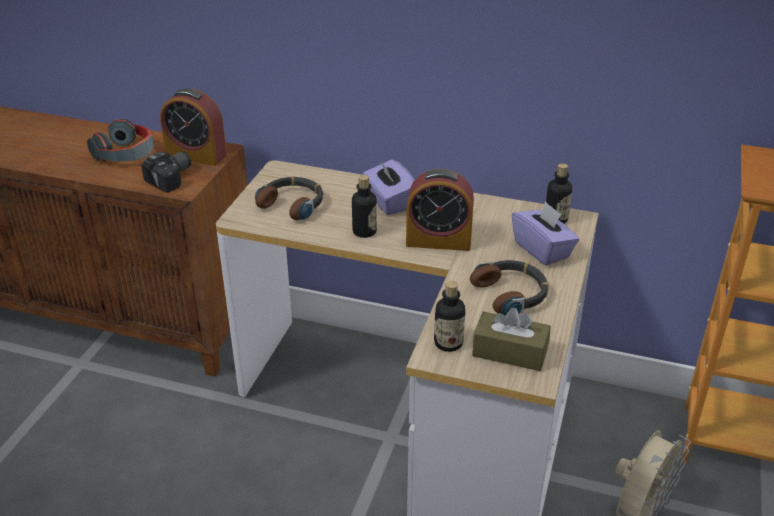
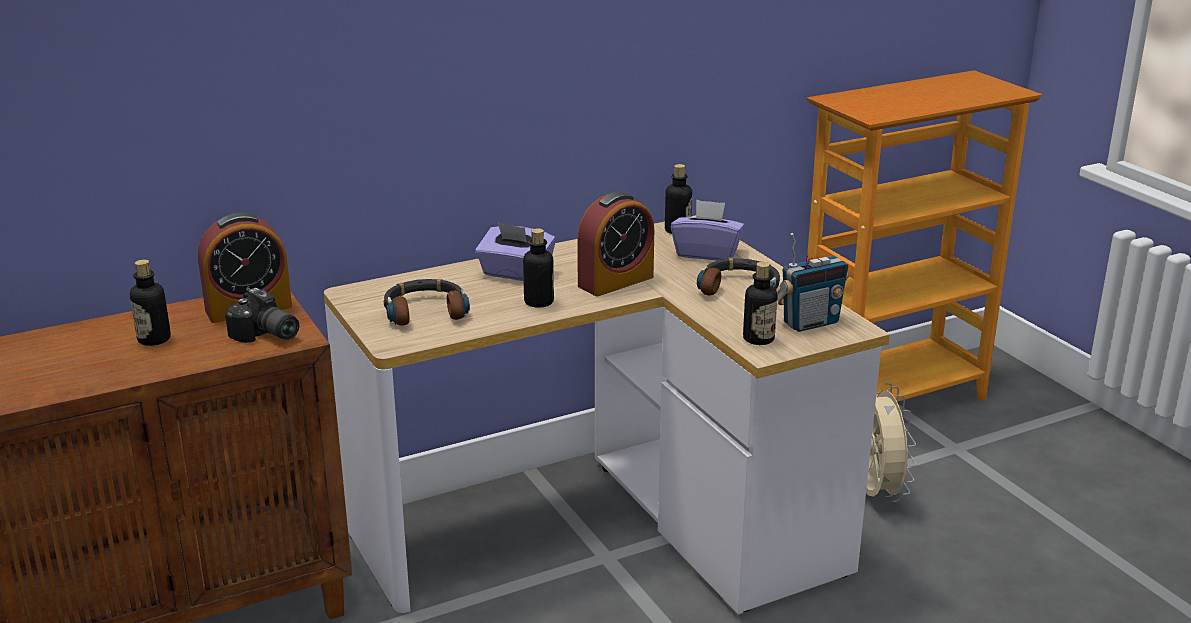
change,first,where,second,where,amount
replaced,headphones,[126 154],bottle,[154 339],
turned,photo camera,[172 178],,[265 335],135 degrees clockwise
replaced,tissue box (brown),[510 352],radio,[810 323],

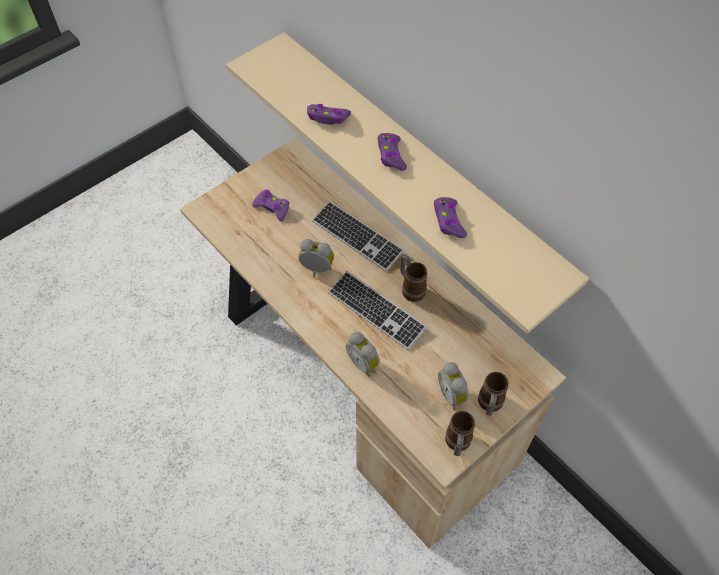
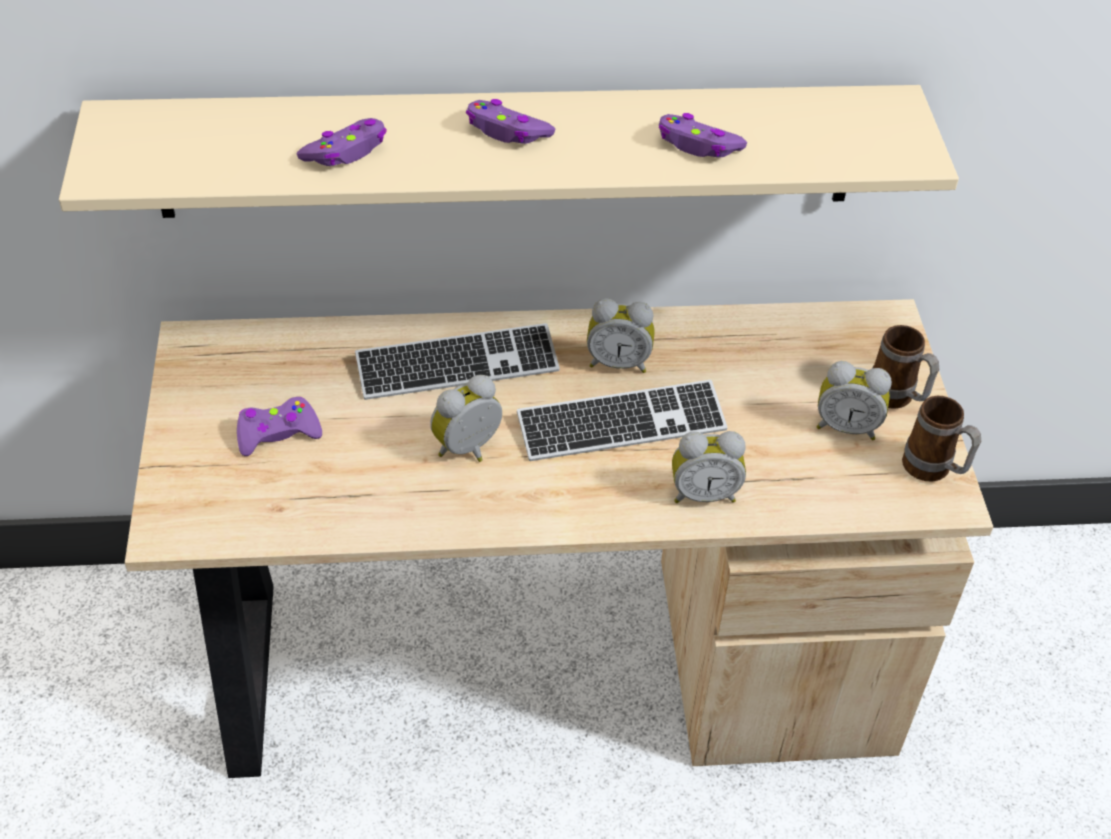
change,first,where,second,where,amount
replaced,mug,[411 288],alarm clock,[618 362],

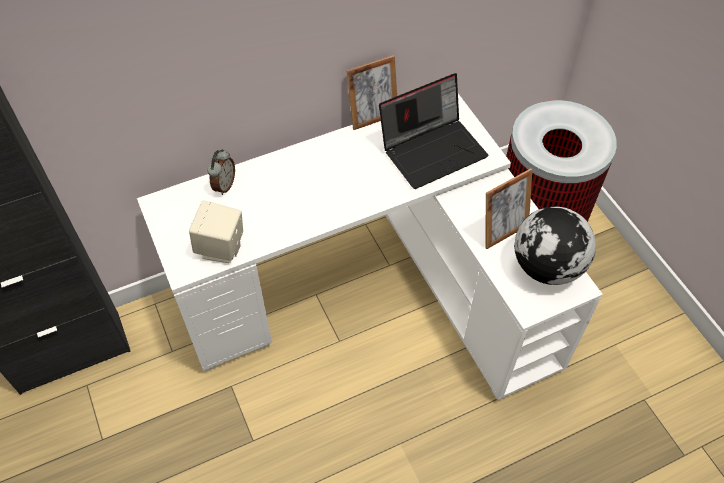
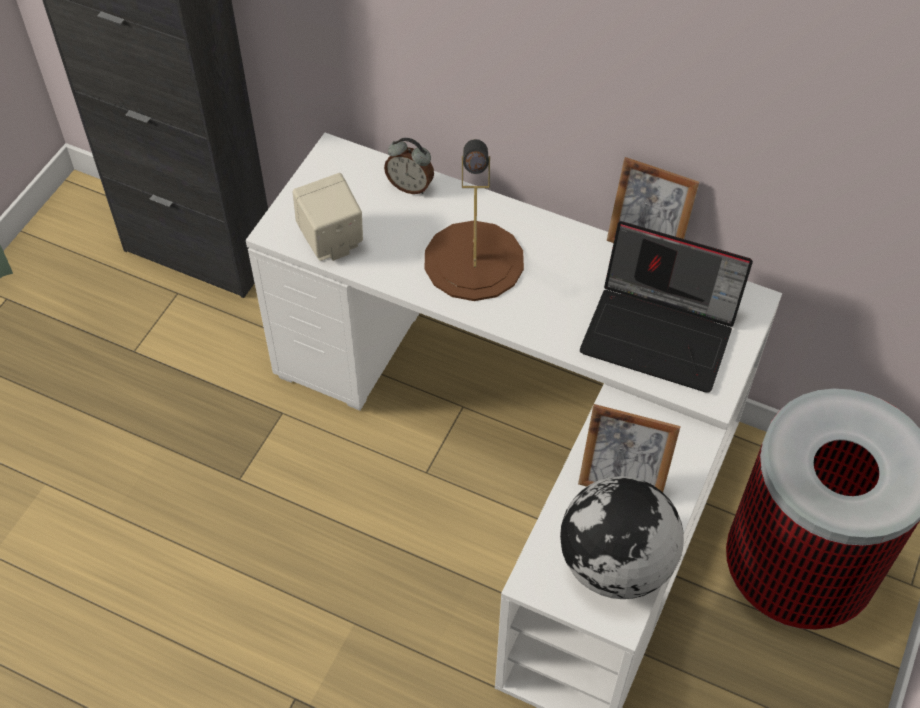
change,first,where,second,where,amount
turned,alarm clock,[224 185],,[410 186],45 degrees clockwise
added,,,table lamp (brown),[473 260],

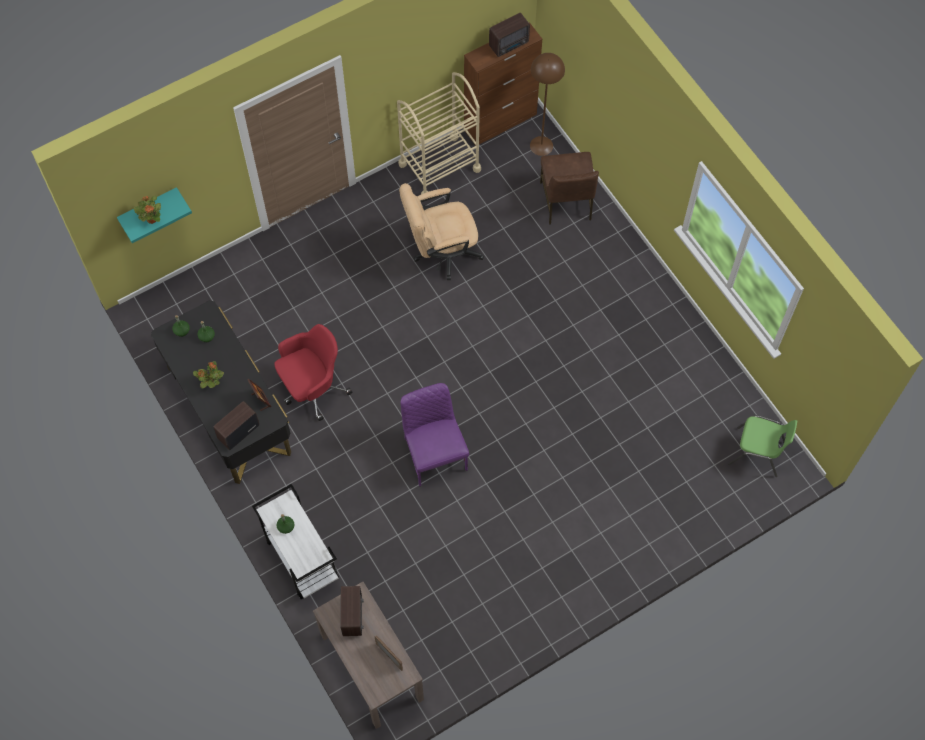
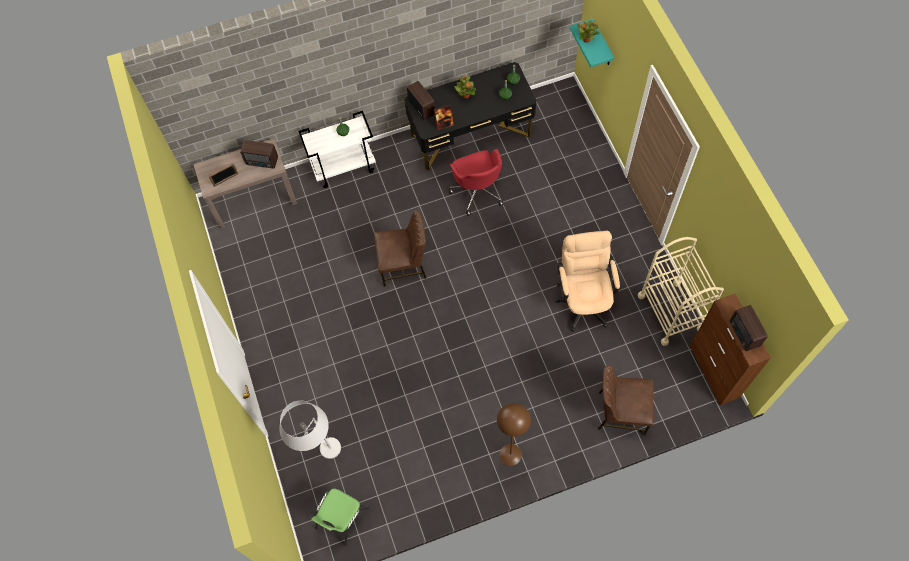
change,first,where,second,where,amount
added,,,floor lamp (white),[323 458],
recoloured,chair (purple),[434 453],chair (brown),[404 265],
moved,floor lamp (brown),[541 145],,[510 454],

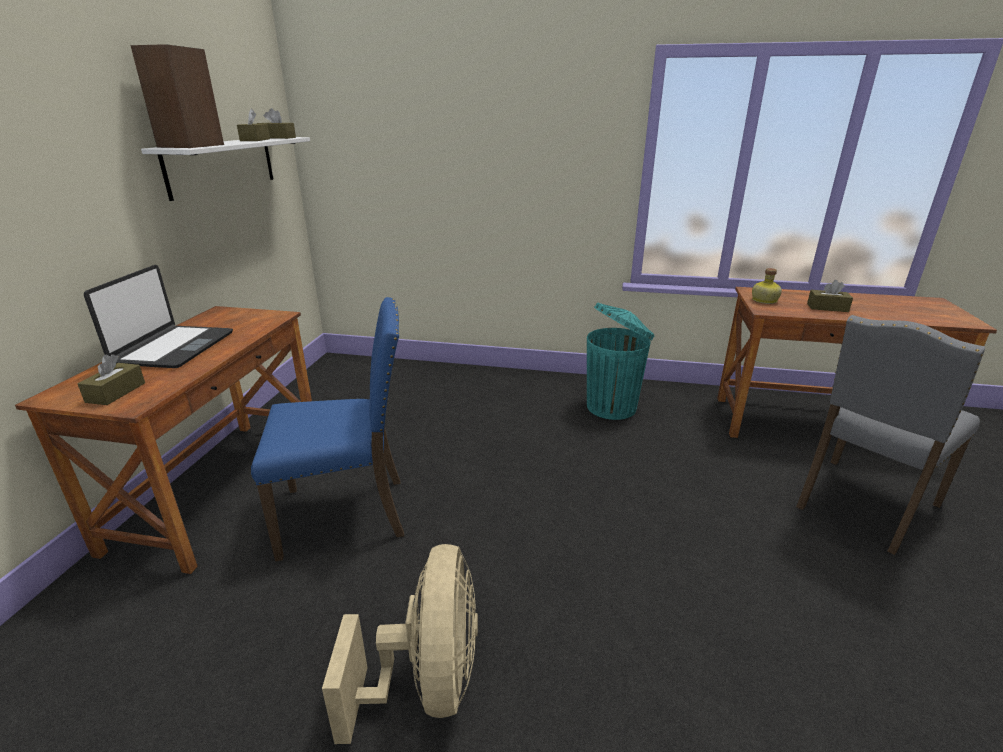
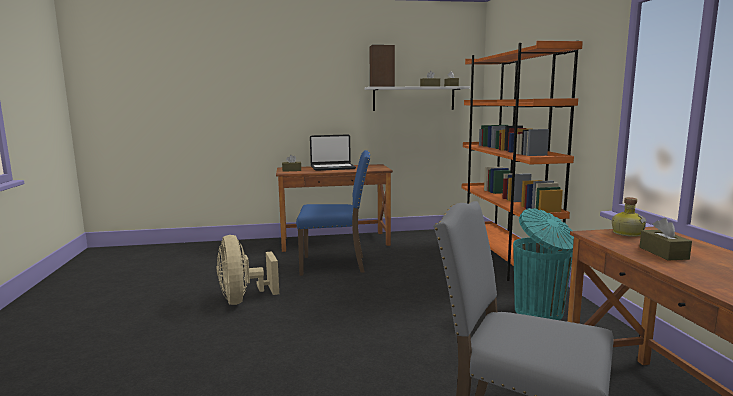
change,first,where,second,where,amount
turned,fan (beige),[427 682],,[243 299],90 degrees clockwise
turned,chair (blue),[347 513],,[335 265],60 degrees counterclockwise
added,,,bookcase (orange),[505 261],

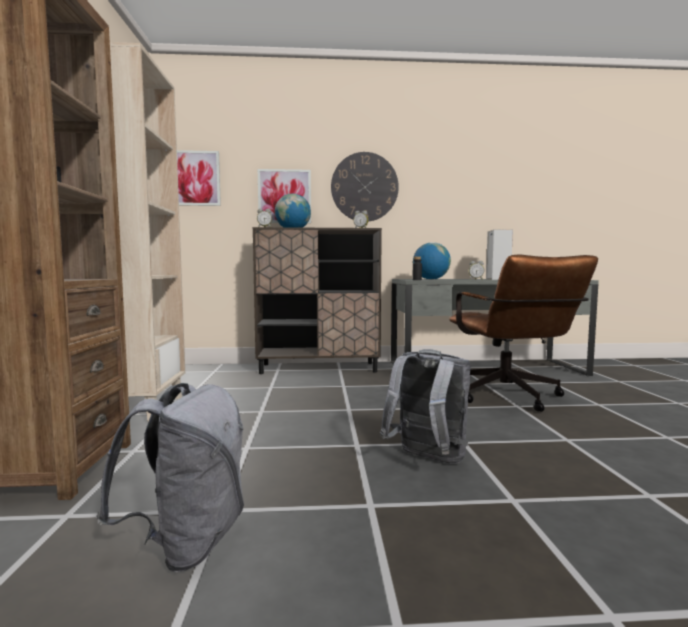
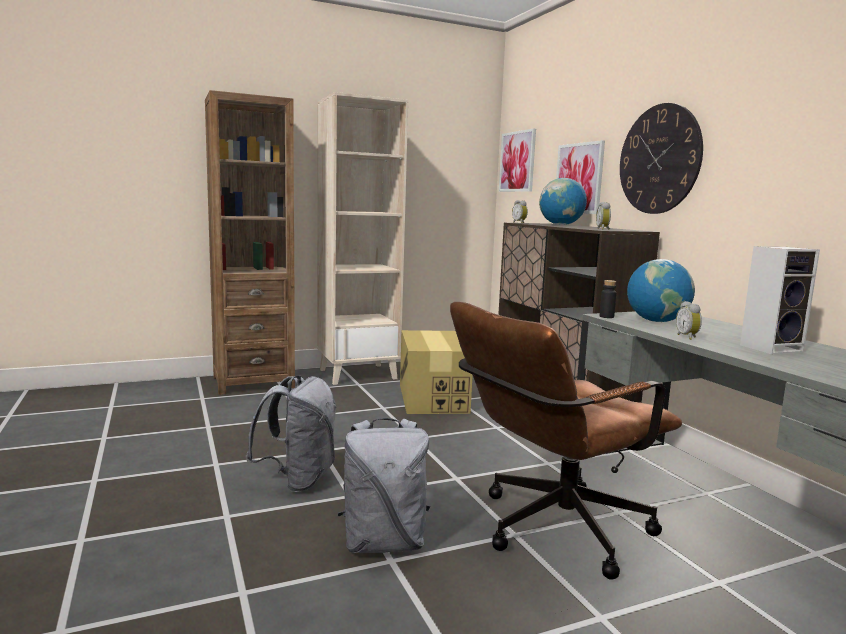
change,first,where,second,where,amount
moved,backpack (grey),[187 543],,[384 543],
added,,,cardboard box,[432 398],

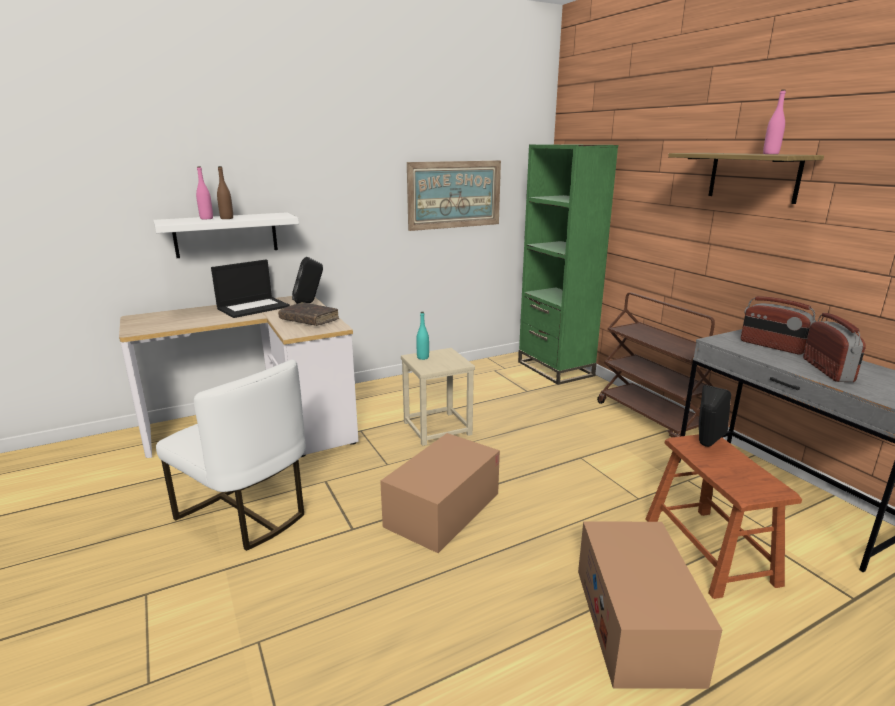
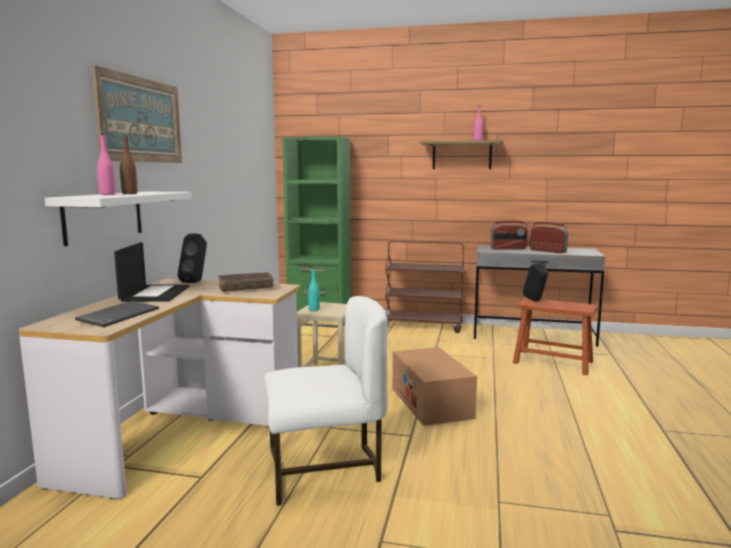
change,first,where,second,where,amount
added,,,keyboard,[118 315],
moved,picture,[454 194],,[141 120],
removed,cardboard box,[635 623],,,

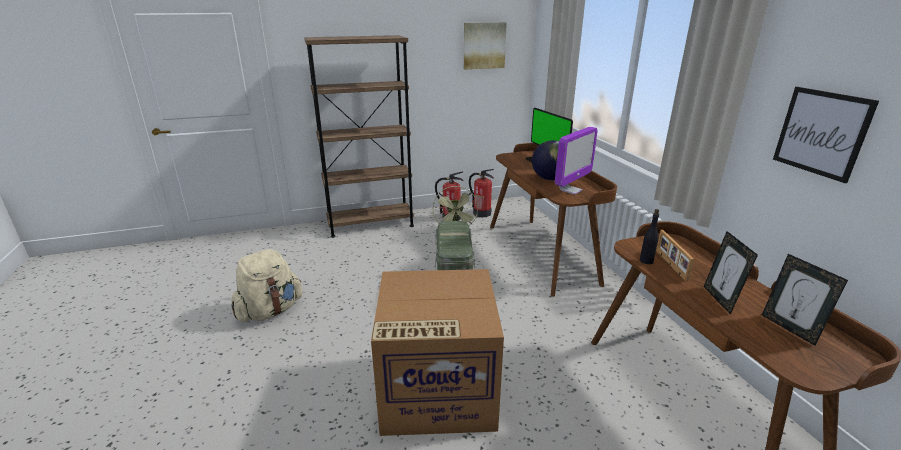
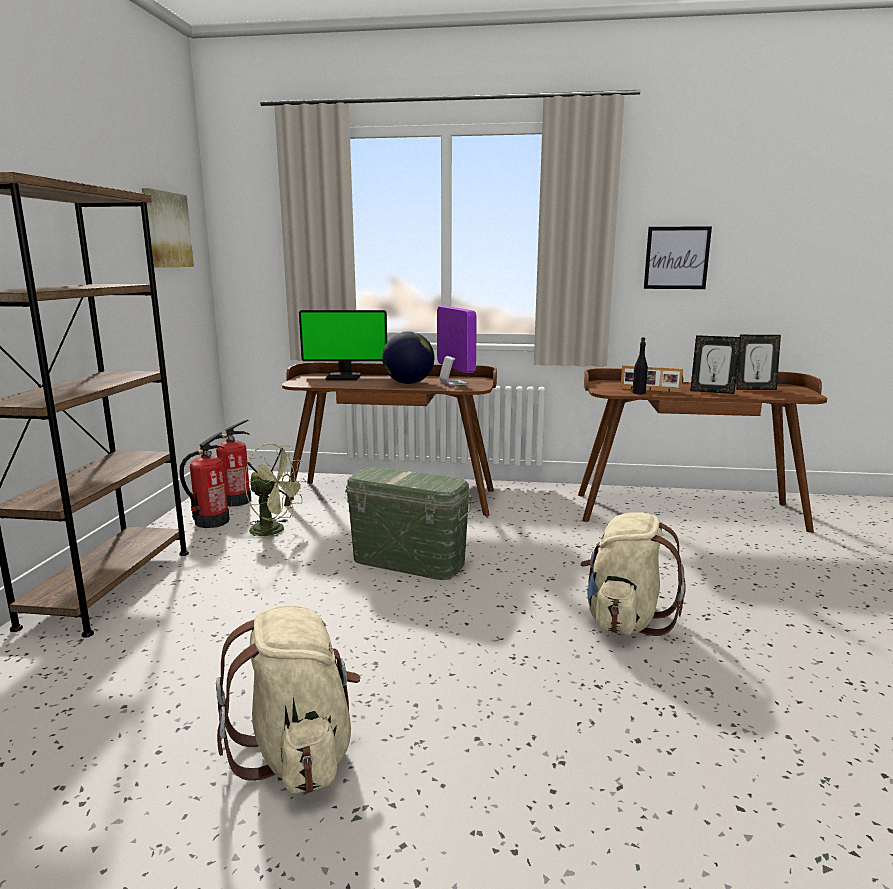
change,first,where,second,where,amount
replaced,cardboard box,[436 390],backpack (beige),[625 620],

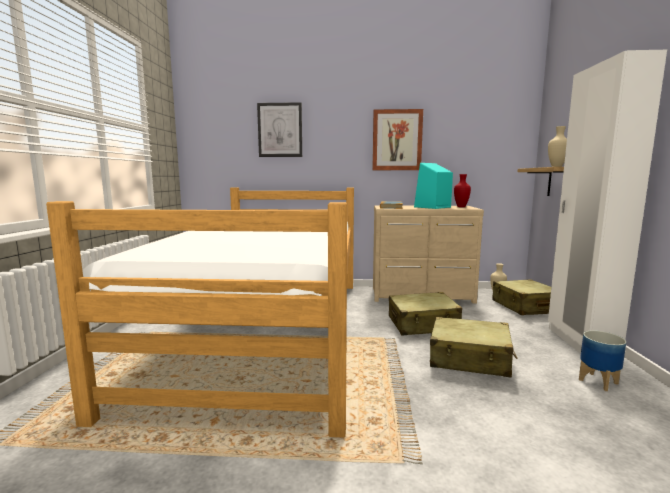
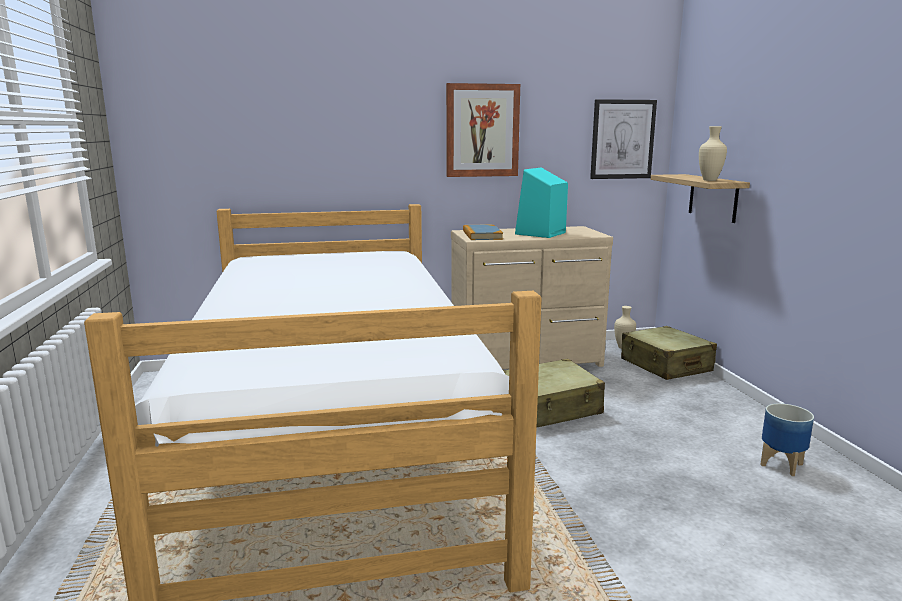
change,first,where,second,where,amount
moved,picture,[280 130],,[622 139],
removed,suitcase (beige),[469 359],,,
removed,vase (red),[460 207],,,
removed,wardrobe (white),[580 343],,,

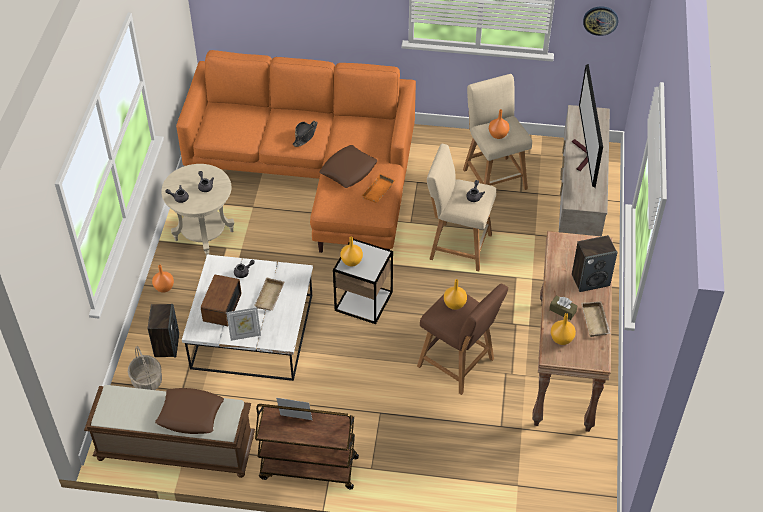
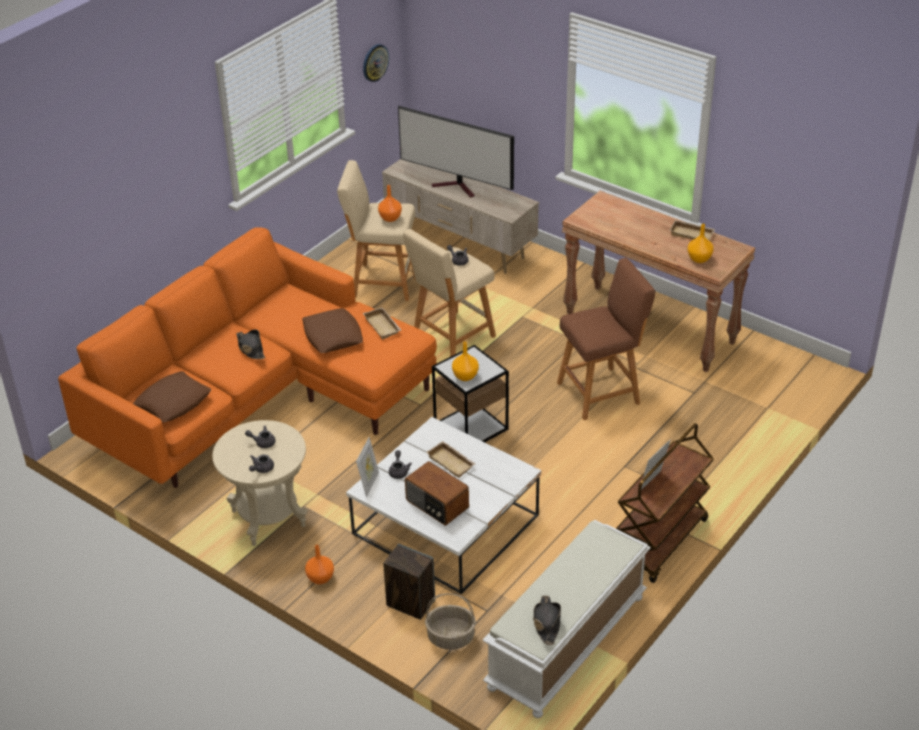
change,first,where,second,where,amount
moved,pillow (brown),[190 414],,[173 402],
moved,picture frame,[245 335],,[369 483],
recoloured,tray (orange),[379 191],tray (beige),[383 326],
recoloured,bench (brown),[174 449],bench (white),[567 643],
added,,,hat (black),[547 623],
removed,vase (orange),[454 304],,,
removed,tissue box (brown),[562 311],,,
removed,speaker,[590 280],,,

